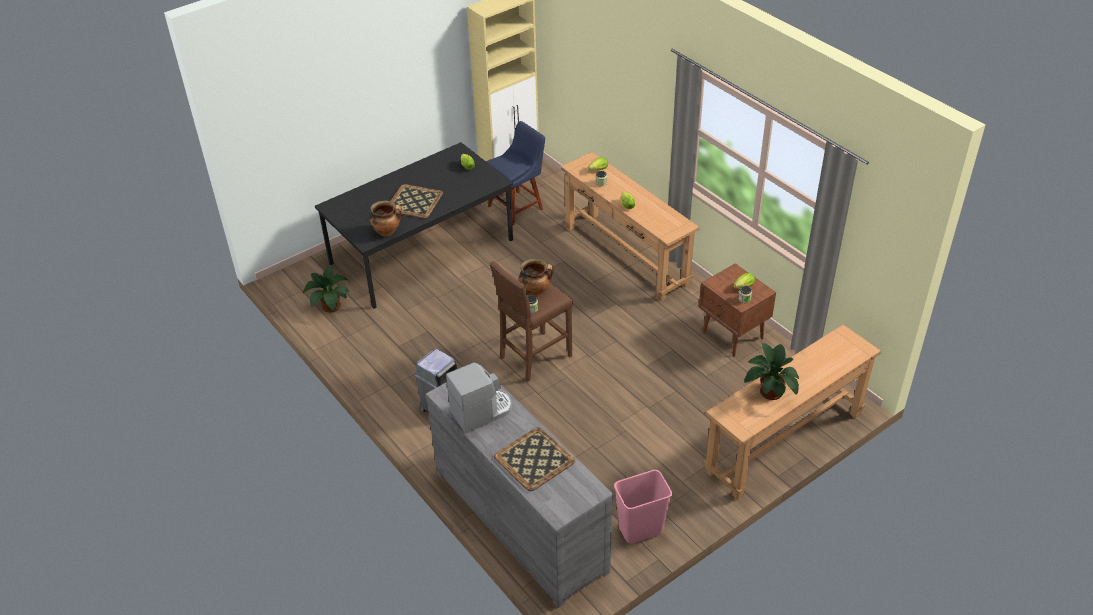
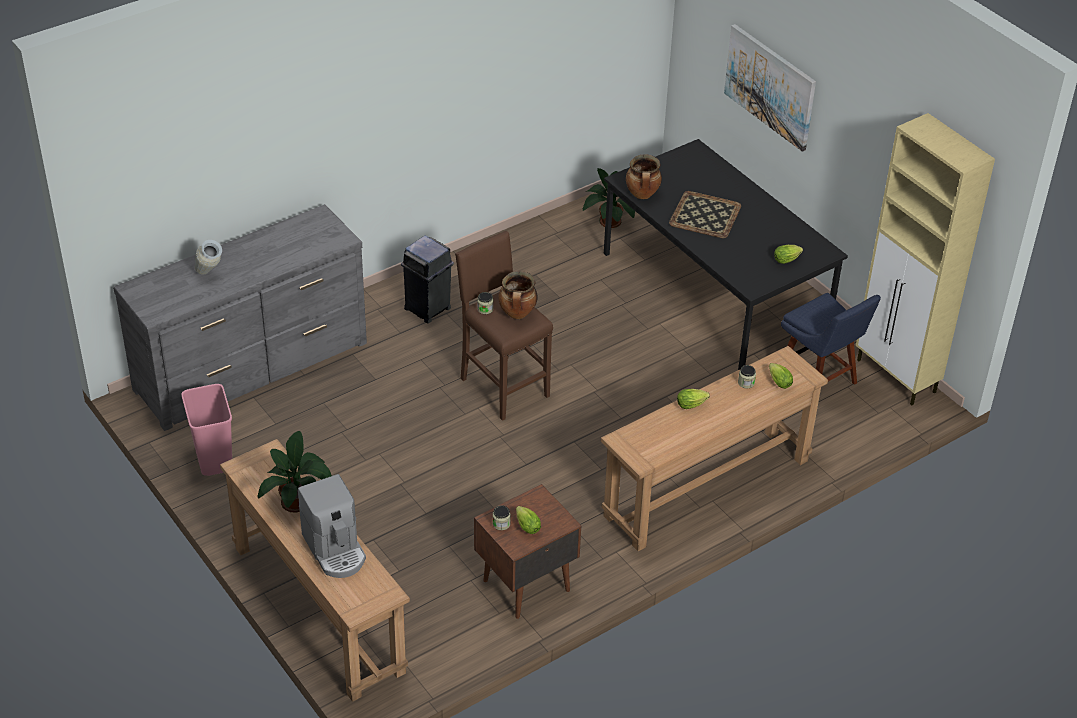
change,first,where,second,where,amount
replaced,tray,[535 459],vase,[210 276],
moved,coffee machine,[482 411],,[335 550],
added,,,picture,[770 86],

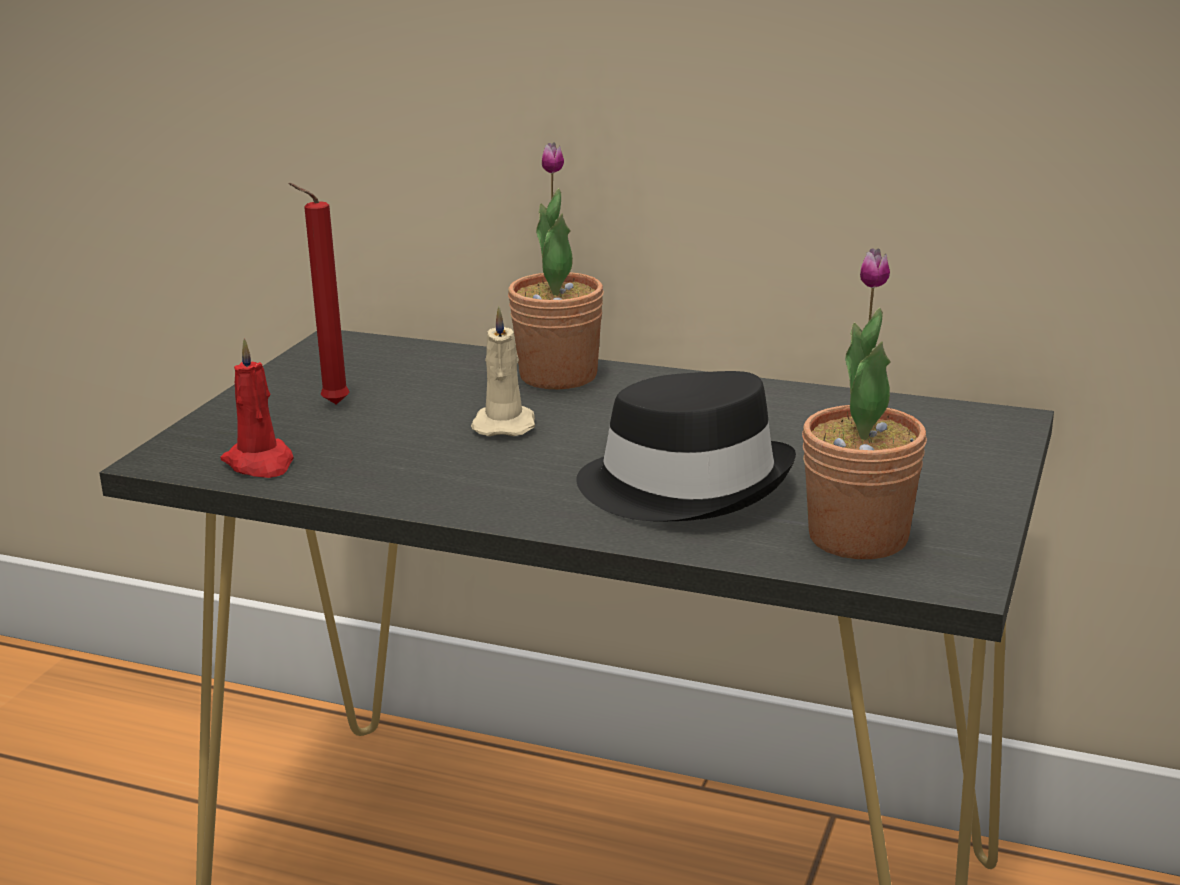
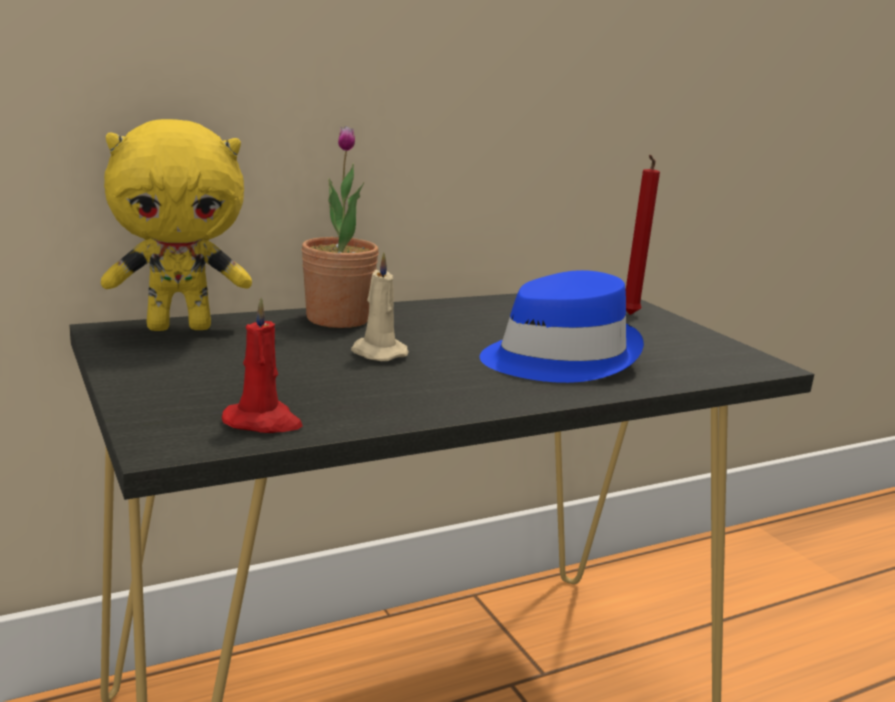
change,first,where,second,where,amount
added,,,plush toy (yellow),[180 327],
recoloured,hat (black),[686 485],hat (blue),[558 357],
moved,candle (red),[331 405],,[628 315],
removed,potted plant,[858 537],,,

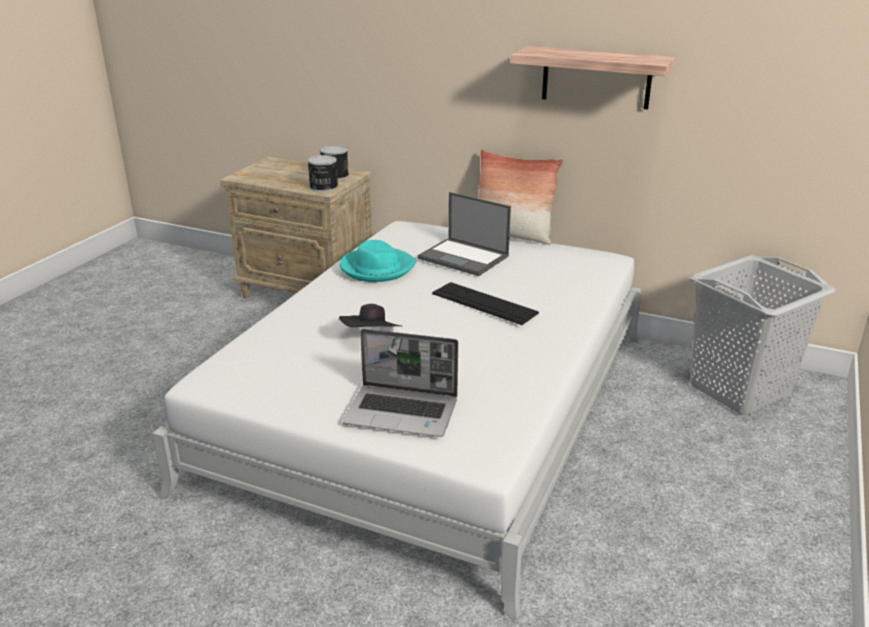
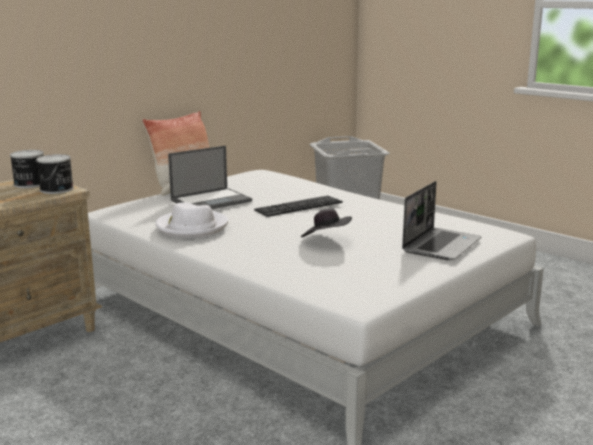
change,first,where,second,where,amount
recoloured,hat (turquoise),[377 268],hat (white),[192 227],
removed,shelf,[596 77],,,

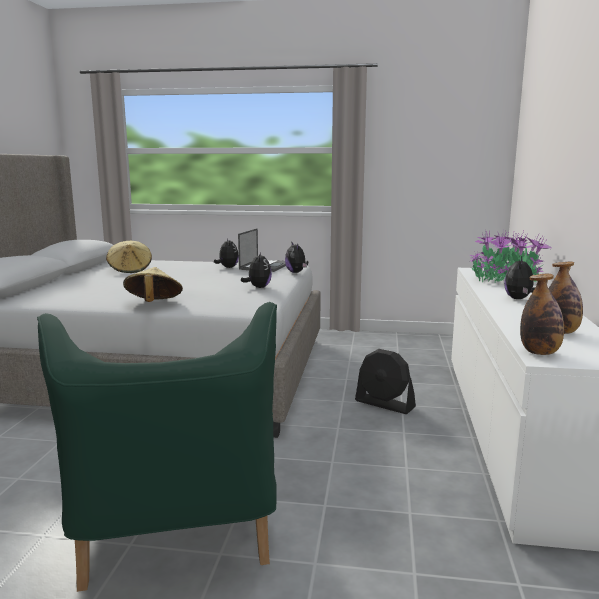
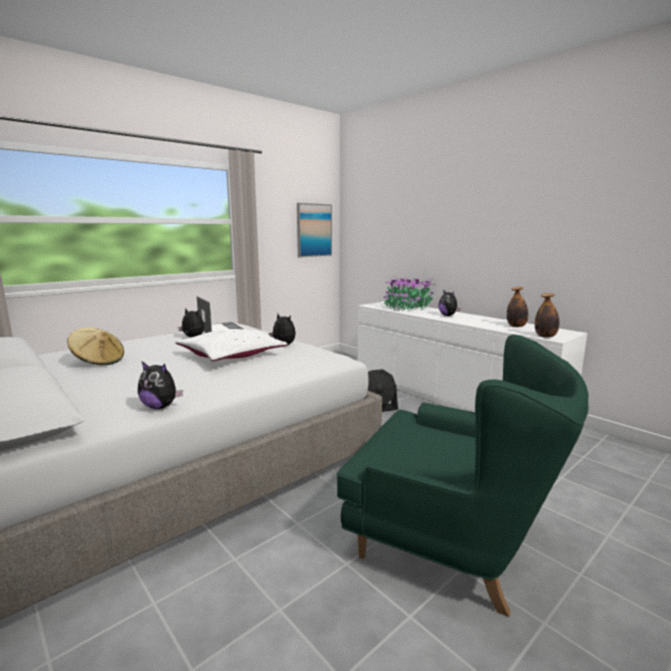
change,first,where,second,where,amount
moved,plush toy,[296 272],,[160 407],
added,,,pillow (white),[231 355],
added,,,picture,[314 230],
removed,hat (beige),[153 304],,,

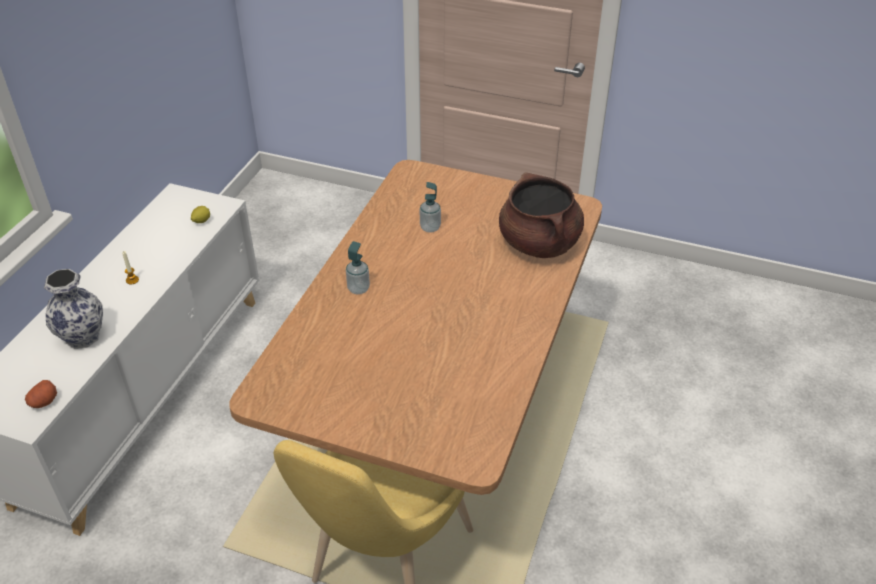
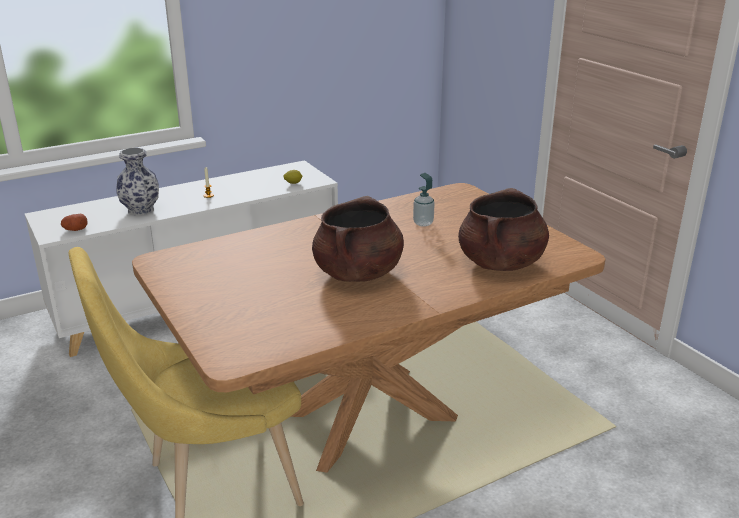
change,first,where,second,where,amount
added,,,cooking pot (brown),[358 273],
removed,soap dispenser,[358 289],,,

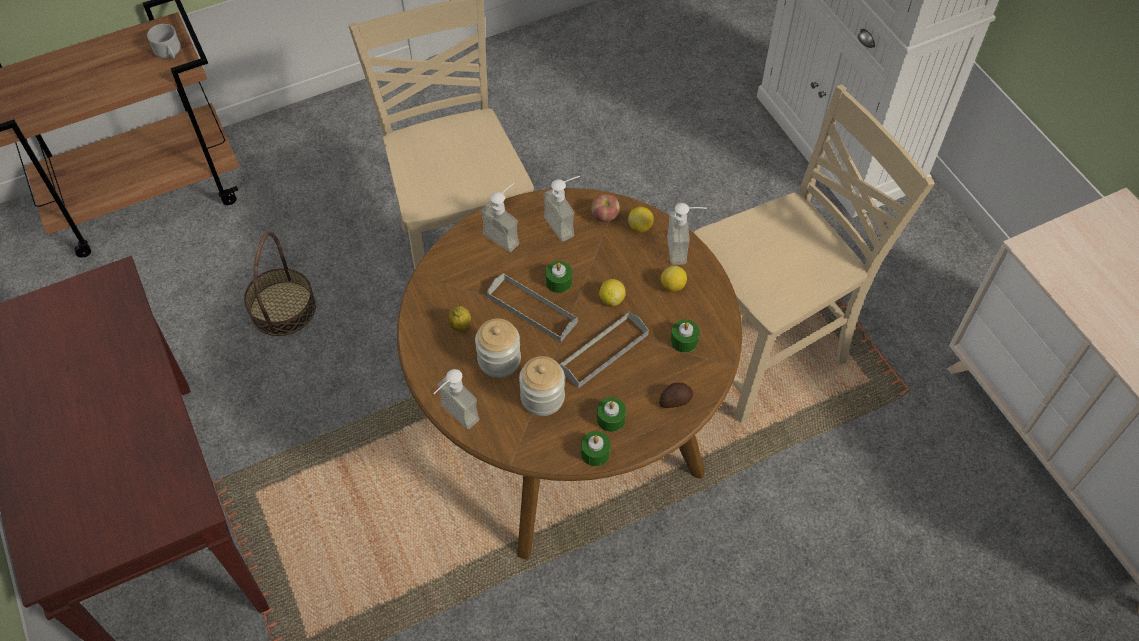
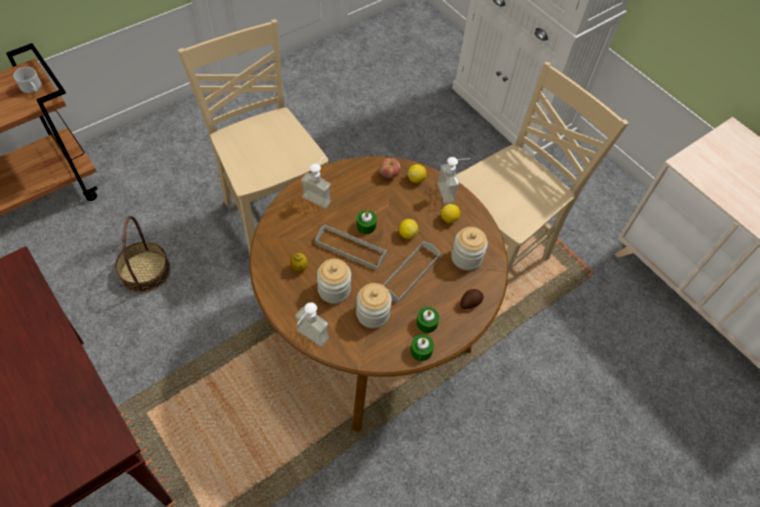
change,first,where,second,where,amount
replaced,candle (green),[684 340],jar,[466 257],
removed,soap dispenser,[565 223],,,

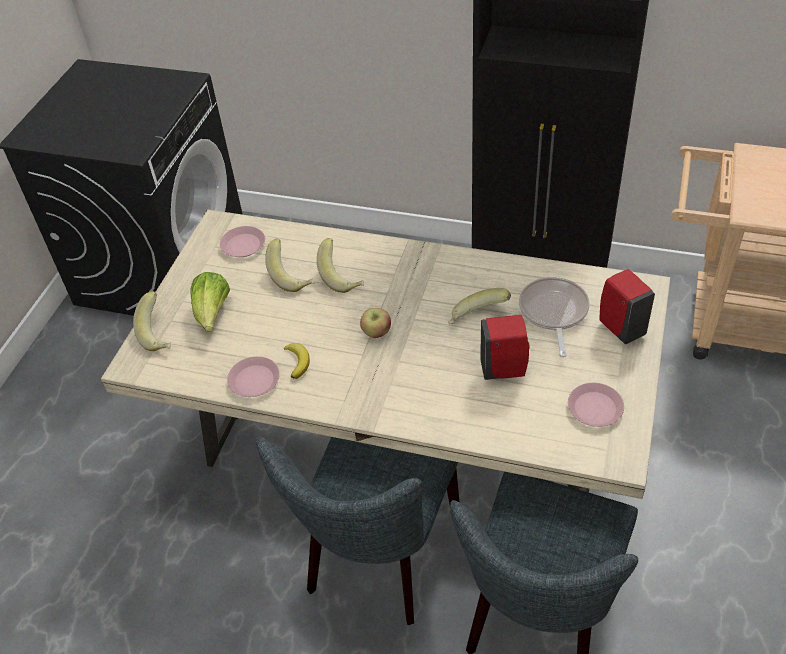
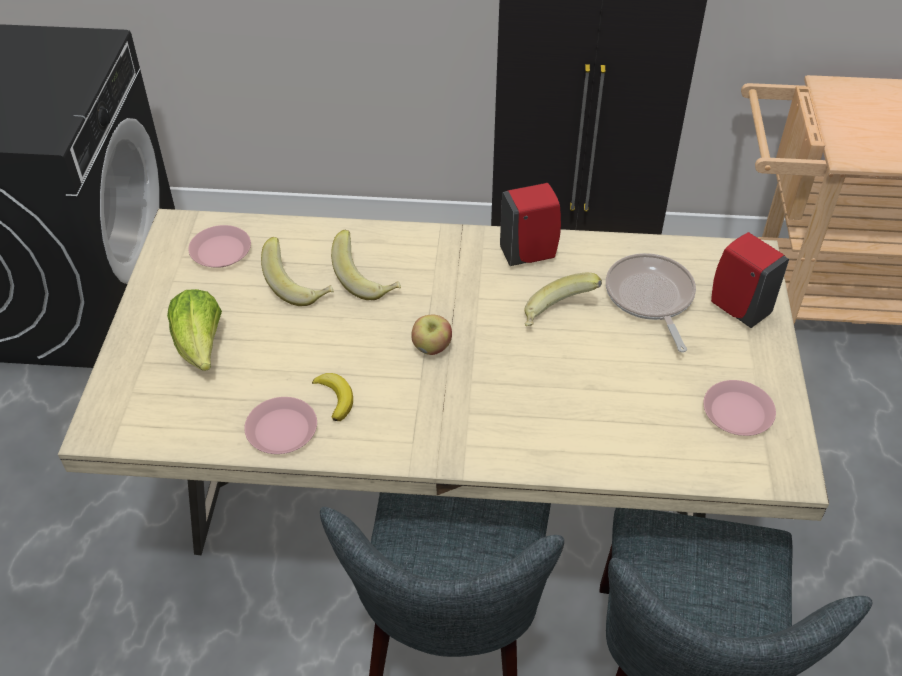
change,first,where,second,where,amount
moved,soap dispenser (red),[505 370],,[530 254],
removed,banana,[160 334],,,

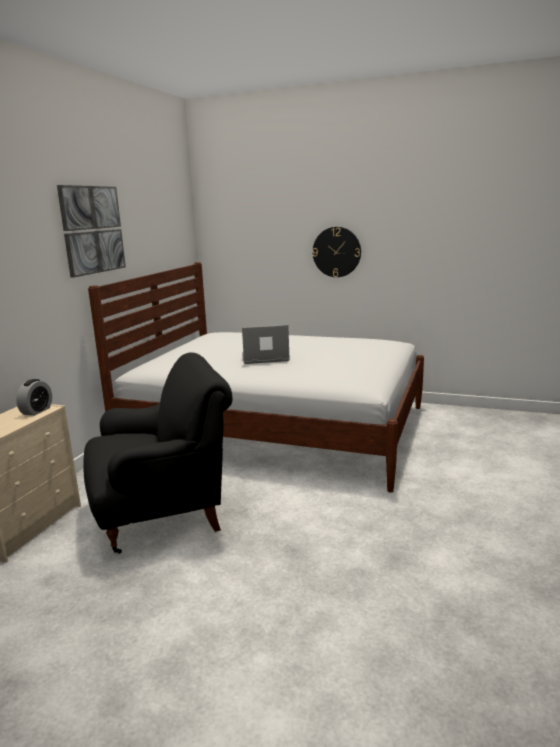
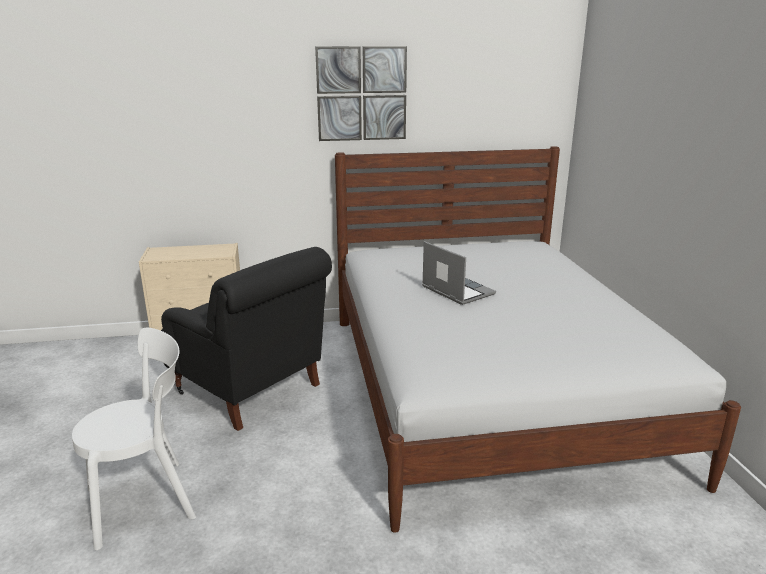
change,first,where,second,where,amount
added,,,chair (white),[147 500],
removed,alarm clock,[37 411],,,
removed,wall clock,[336 252],,,

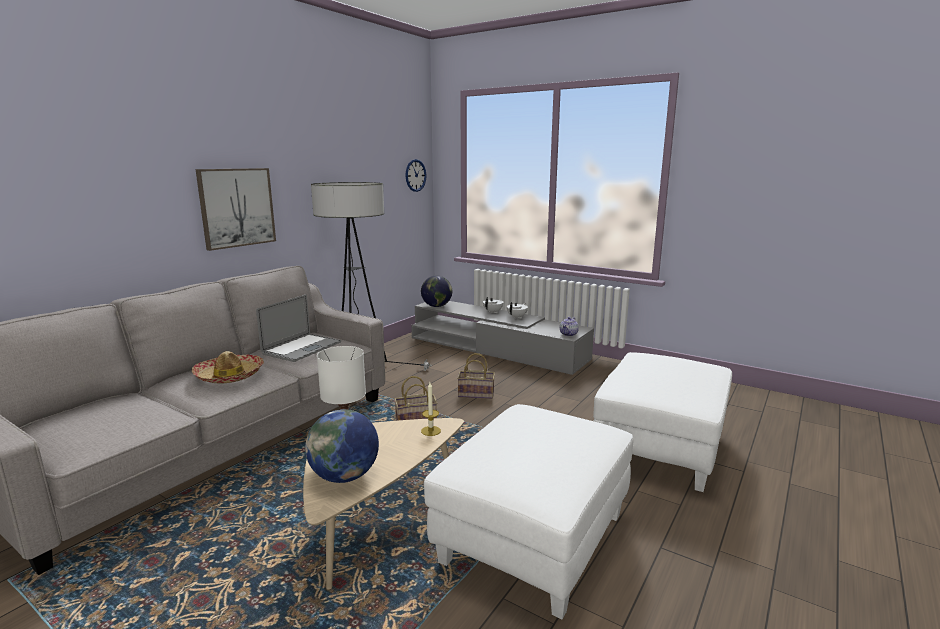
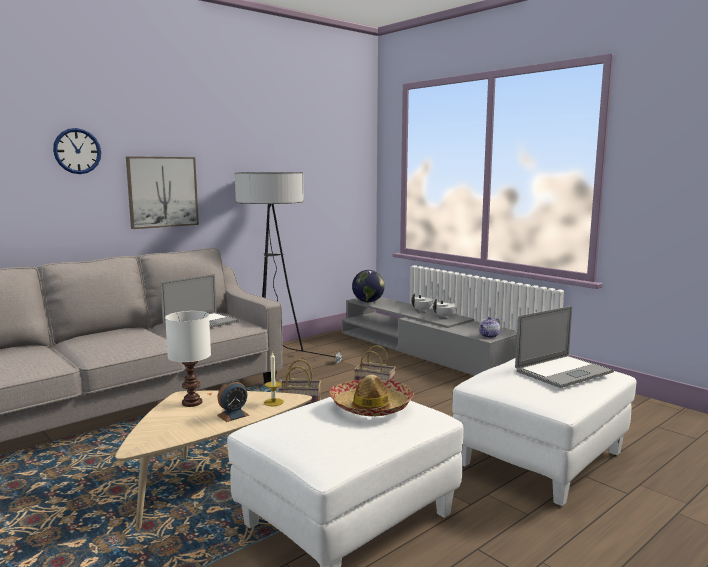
change,first,where,second,where,amount
moved,wall clock,[415 175],,[77 151],
added,,,alarm clock,[233 415],
moved,hat,[229 376],,[371 406],
added,,,laptop,[563 371],
removed,globe,[345 476],,,

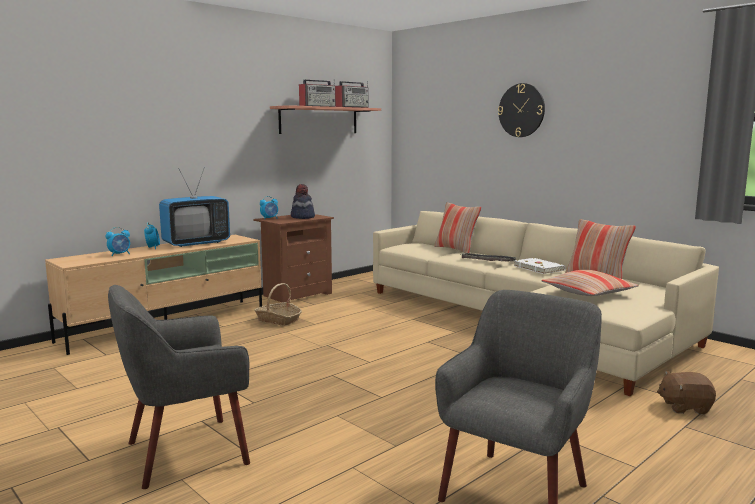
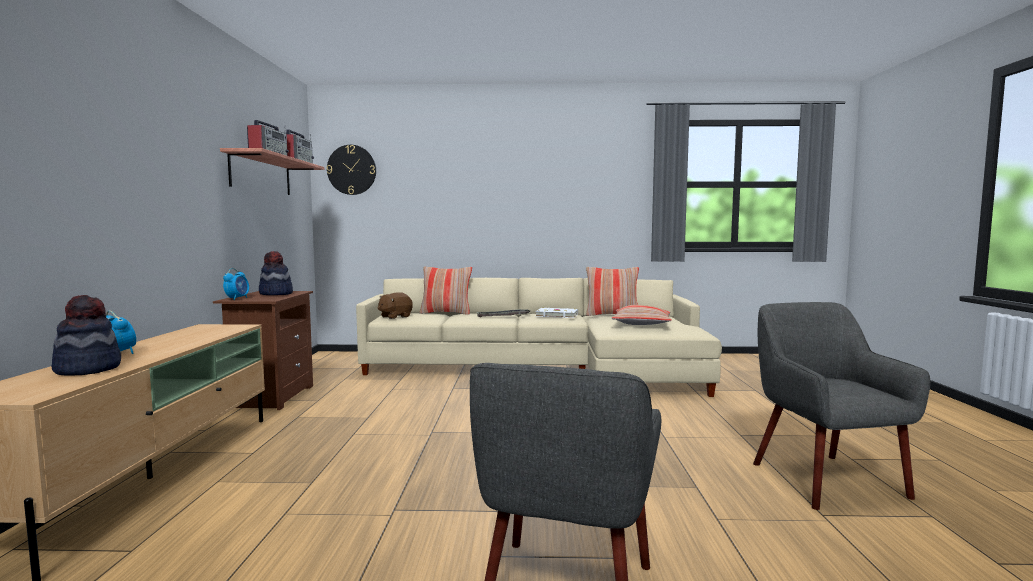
change,first,where,second,where,amount
replaced,alarm clock,[120 254],hat,[88 369],
moved,wall clock,[521 110],,[351 170],
moved,plush toy (brown),[684 407],,[395 316],
removed,television,[196 243],,,
removed,basket,[278 320],,,

